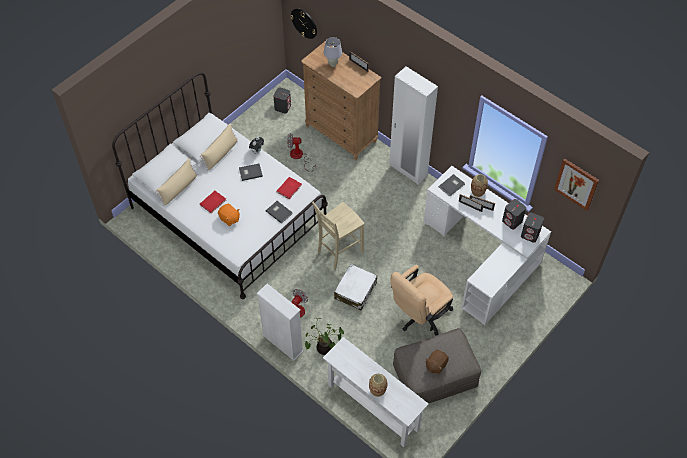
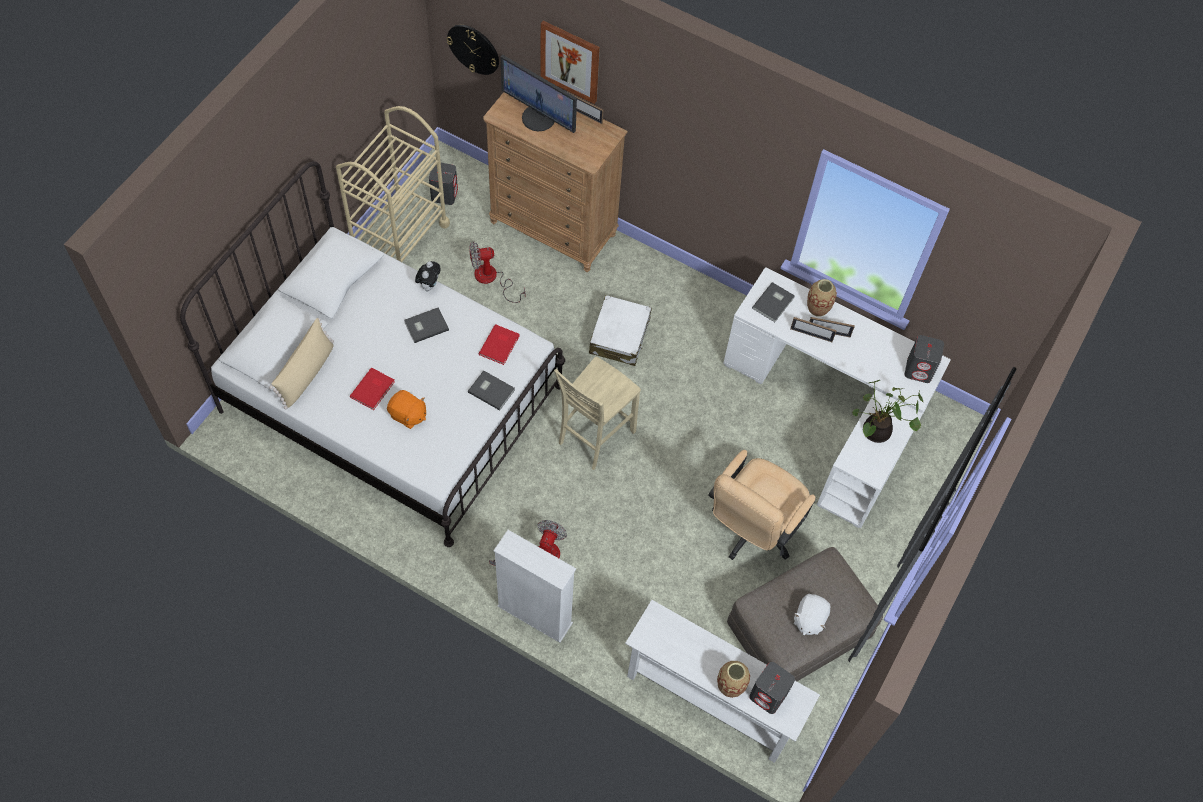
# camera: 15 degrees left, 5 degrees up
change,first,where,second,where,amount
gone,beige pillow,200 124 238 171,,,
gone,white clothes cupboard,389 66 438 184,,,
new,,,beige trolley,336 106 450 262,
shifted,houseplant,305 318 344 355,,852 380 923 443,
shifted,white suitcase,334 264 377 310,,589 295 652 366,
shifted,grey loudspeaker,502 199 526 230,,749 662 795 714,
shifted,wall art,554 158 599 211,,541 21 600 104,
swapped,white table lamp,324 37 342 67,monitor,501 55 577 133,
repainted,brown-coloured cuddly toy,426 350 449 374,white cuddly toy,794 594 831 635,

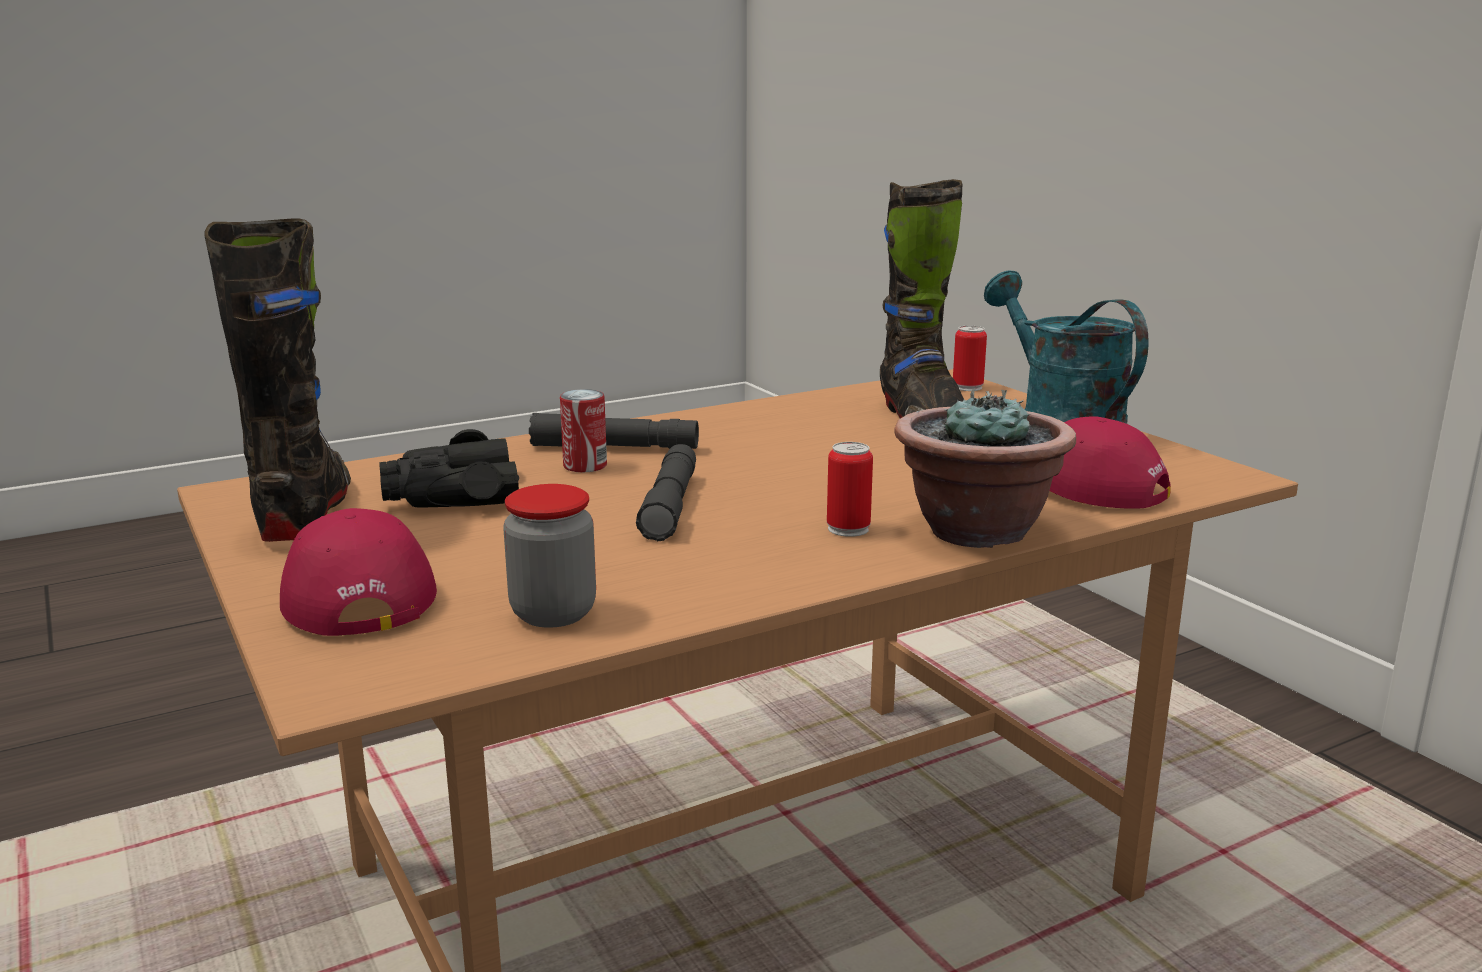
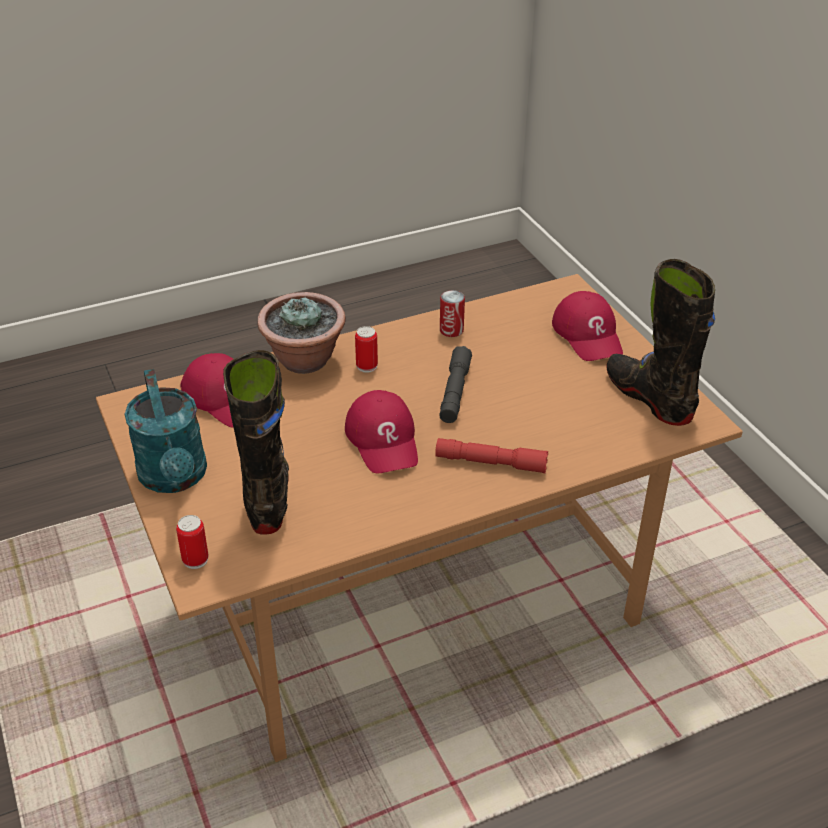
# camera: 175 degrees left, 20 degrees up
change,first,where,second,where,amount
gone,black-coloured field glasses,380 429 519 508,,,
gone,storage jar,503 484 596 628,,,
new,,,red-coloured peaked cap,345 390 418 473,
shifted,can,560 389 607 473,,440 290 465 337,
repainted,grey hand torch,529 413 699 449,red-coloured hand torch,435 438 548 473,
rotated,black-coloured tall boot,204 218 351 542,,607 259 715 426,150 degrees clockwise

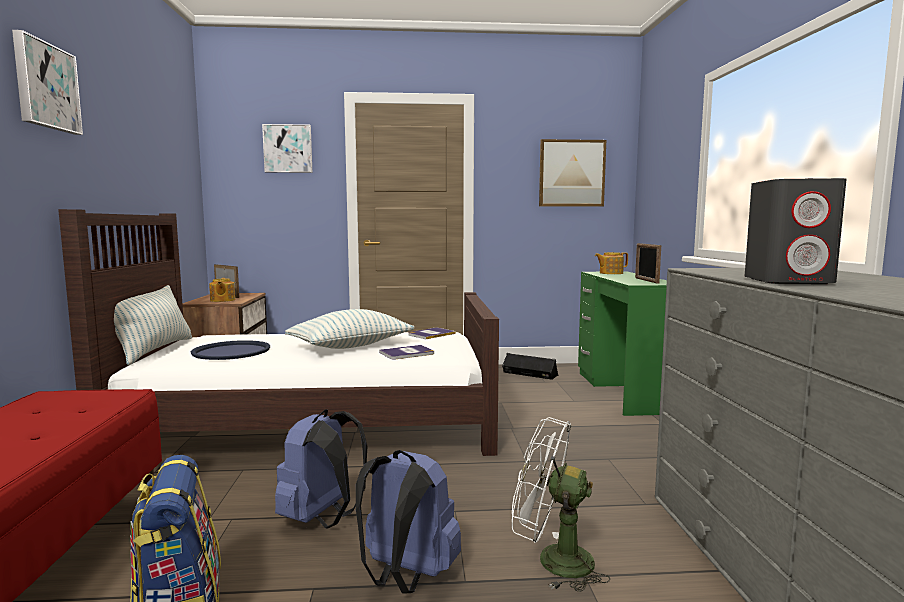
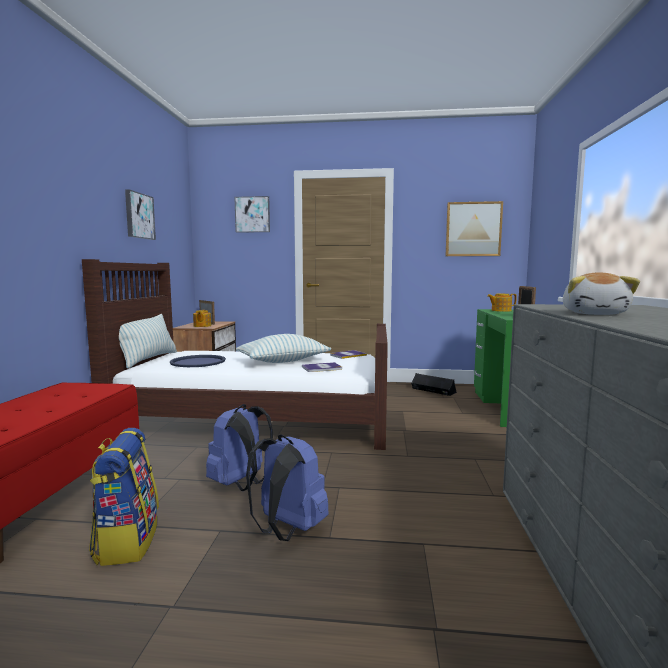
# camera: 10 degrees right, 0 degrees up
change,first,where,second,where,amount
gone,white cooling fan,512 417 610 592,,,
shifted,wall art,12 30 83 135,,125 189 156 240,
swapped,grey loudspeaker,745 178 847 284,cuddly toy,563 272 640 315,

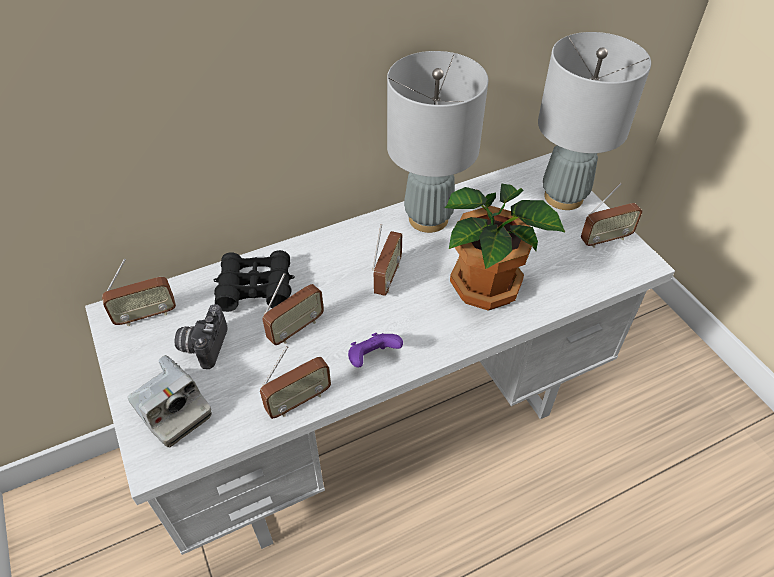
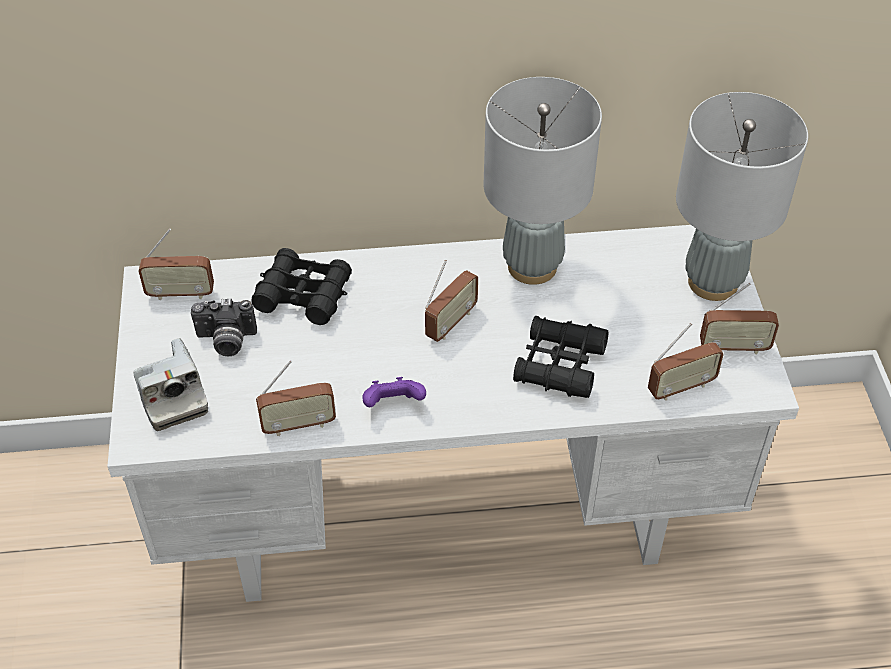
# camera: 20 degrees right, 0 degrees up
change,first,where,second,where,amount
shifted,radio set,262 273 324 345,,648 323 724 401,
swapped,houseplant,445 183 566 311,black-coloured field glasses,513 316 608 398,
rotated,photo camera,174 304 228 369,,191 298 257 357,120 degrees counterclockwise

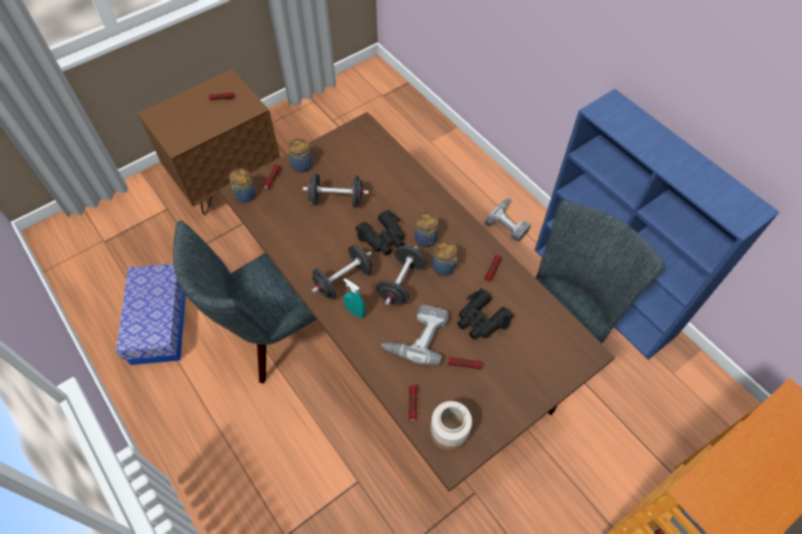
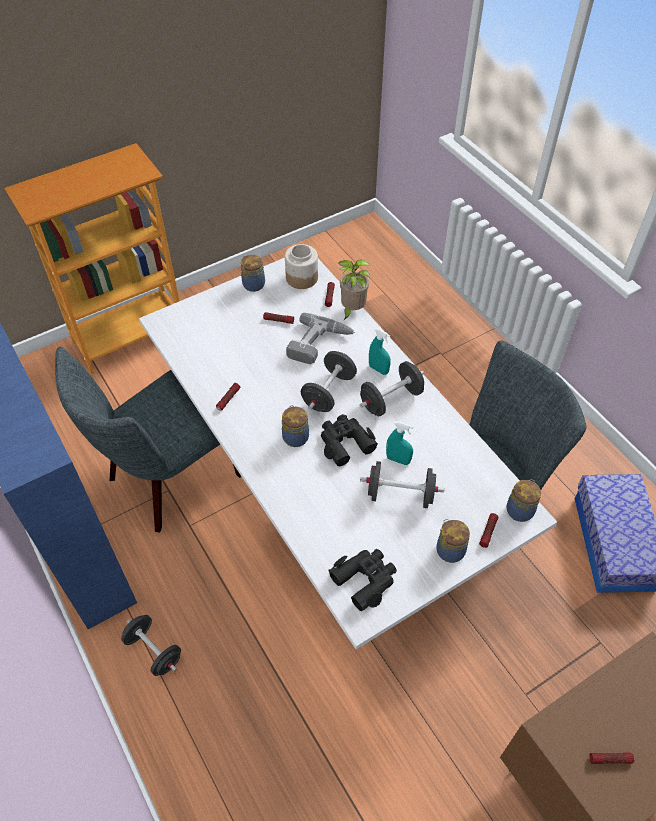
# camera: 175 degrees left, 5 degrees down
change,first,where,second,where,amount
new,,,houseplant,338 260 370 320,
new,,,turquoise spray bottle,386 421 413 465,
shifted,storage jar,432 241 457 276,,241 255 265 292,
shifted,black-coloured field glasses,457 288 514 340,,328 549 397 611,
swapped,power drill,485 198 530 242,black-coloured hand weight,121 615 181 676,
repainted,brown-coloured dinner table,219 112 615 492,white dinner table,139 258 557 649,

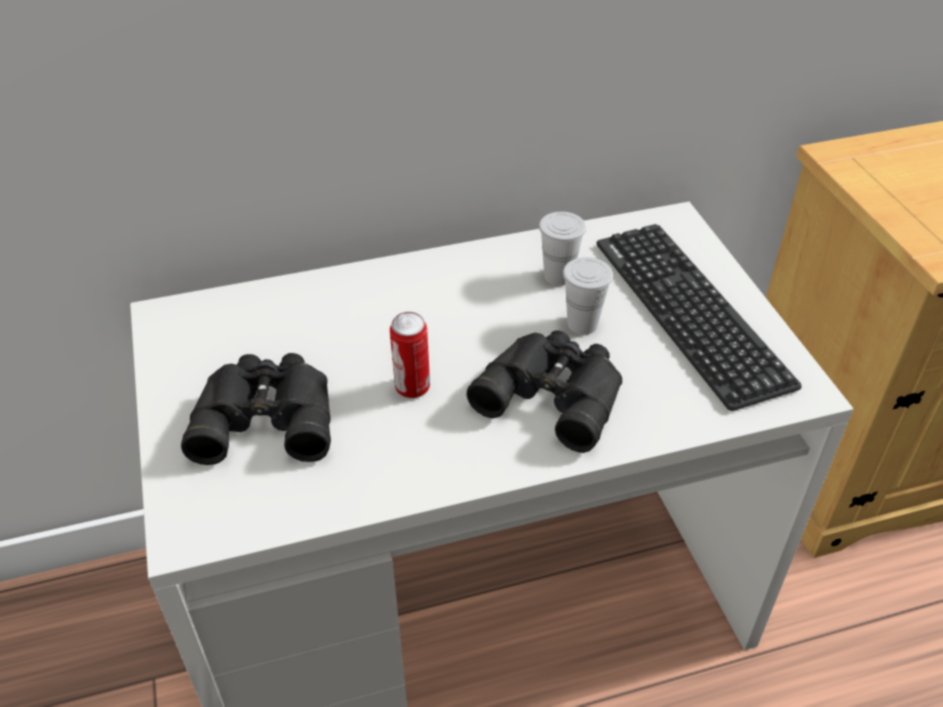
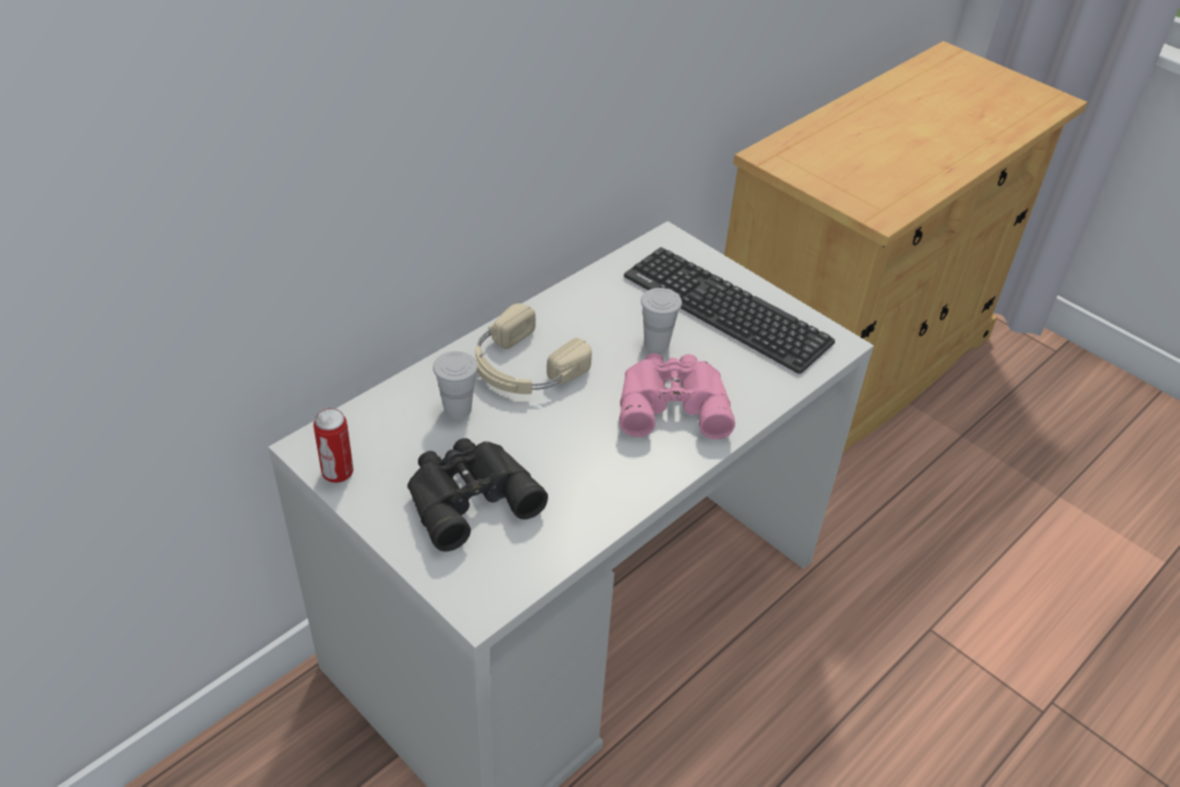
# camera: 30 degrees left, 0 degrees up
change,first,where,second,where,amount
new,,,beige headphones,475 303 592 394,
shifted,can,390 312 430 398,,313 408 353 483,
shifted,white drinking cup,539 212 586 286,,433 351 478 419,
repainted,black-coloured field glasses,467 330 622 453,pink-coloured field glasses,619 353 735 439,

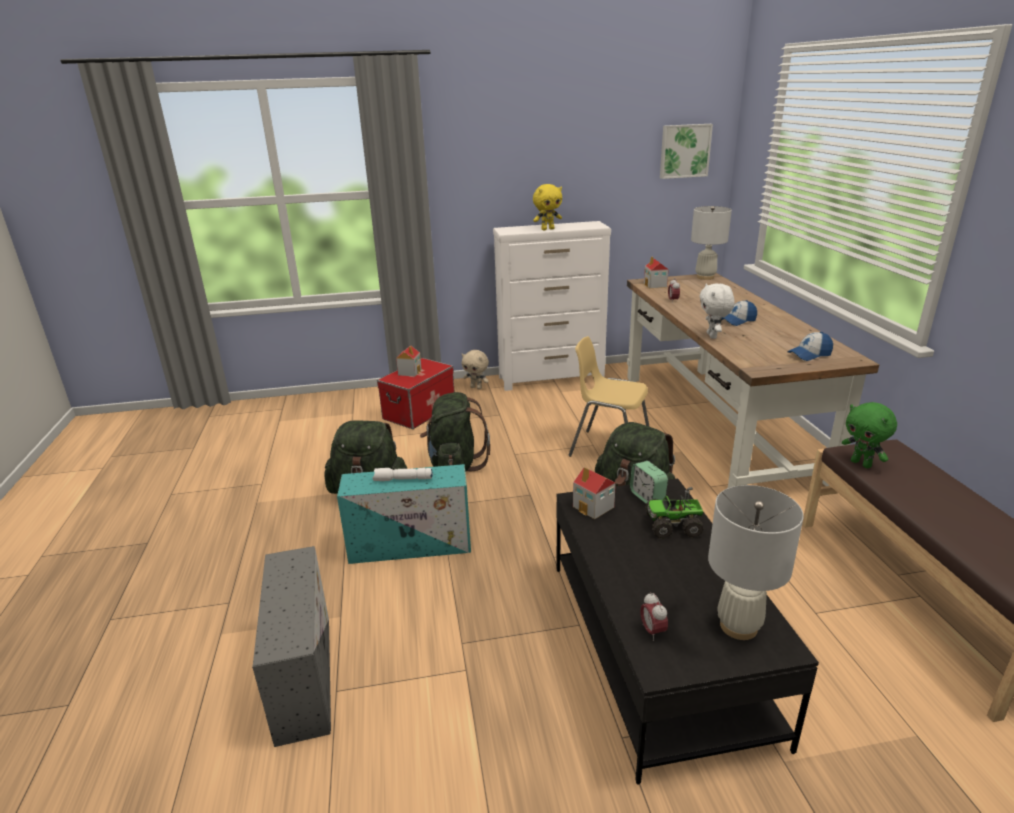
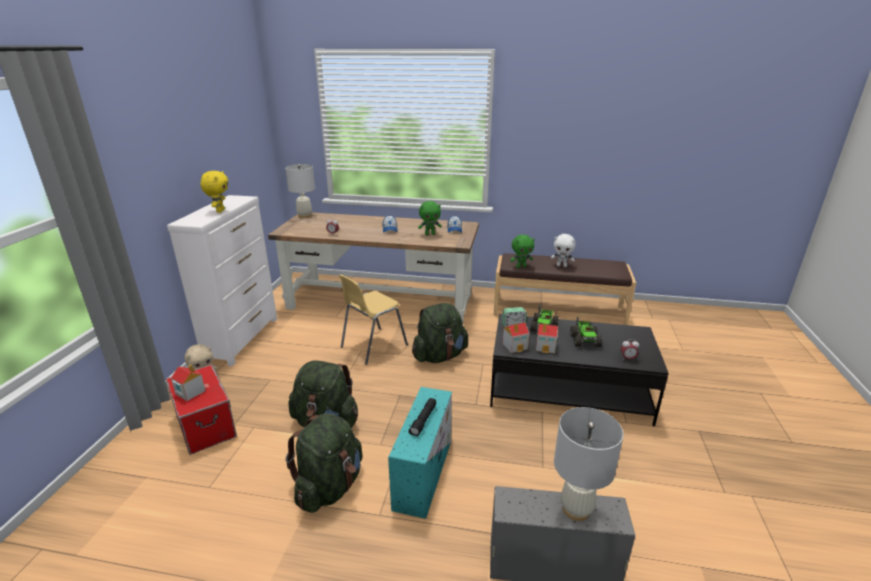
# camera: 70 degrees left, 0 degrees up
change,first,where,second,where,amount
gone,wall art,660 124 713 179,,,
new,,,green cuddly toy,418 201 442 235,
new,,,toy lorry,570 316 603 347,
shifted,model house,644 256 669 288,,536 323 558 353,
shifted,white cuddly toy,699 283 735 339,,551 234 576 267,
shifted,white table lamp,708 485 804 640,,554 407 624 521,
repainted,white hand torch,373 468 433 481,black-coloured hand torch,408 398 436 436,

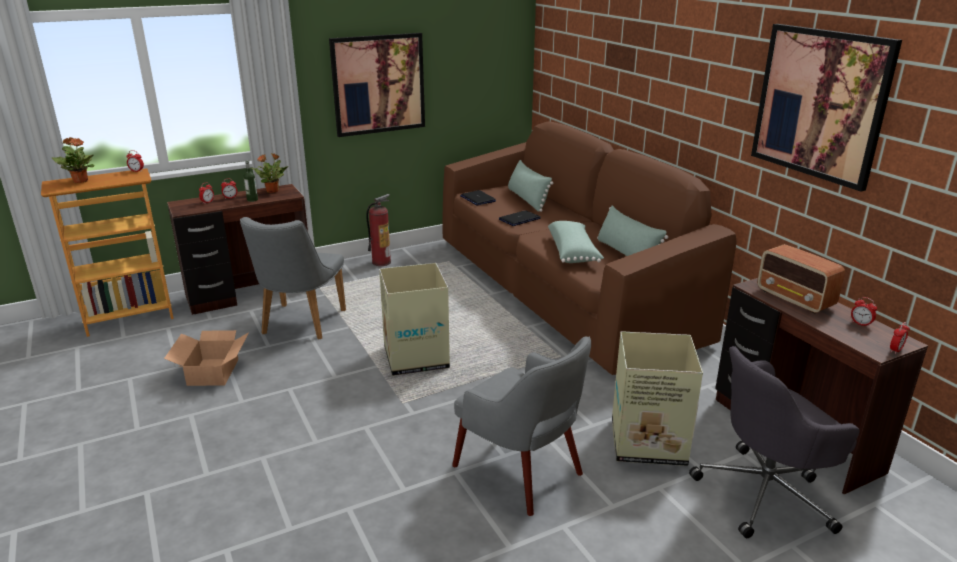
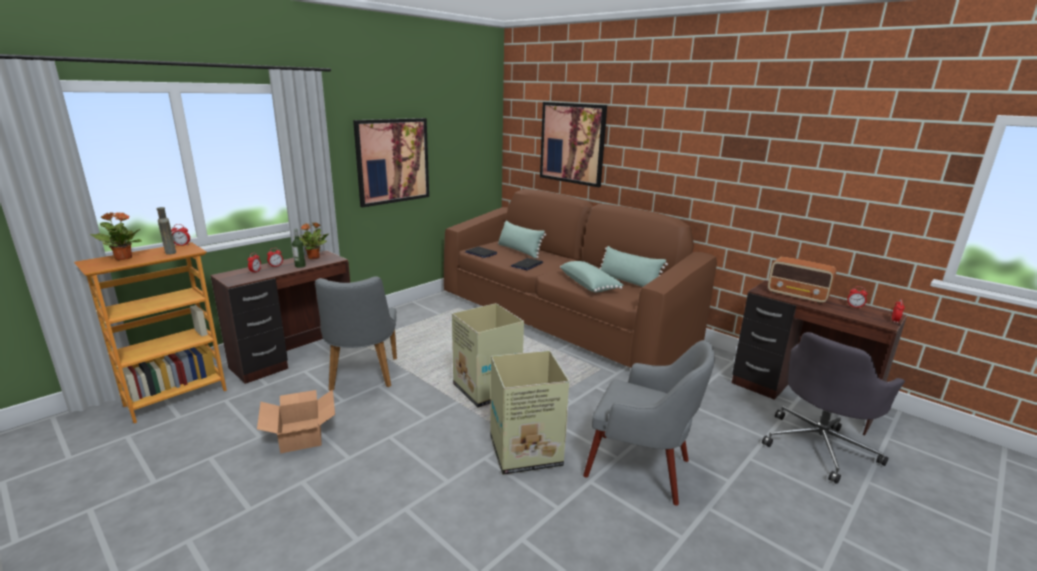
# camera: 20 degrees left, 5 degrees down
change,first,where,second,where,amount
gone,fire-fighting cylinder,366 194 391 266,,,
new,,,brown-coloured bottle,157 207 176 255,
shifted,packing box,612 331 703 466,,490 350 569 475,
shifted,wall art,751 24 902 191,,540 102 607 187,

